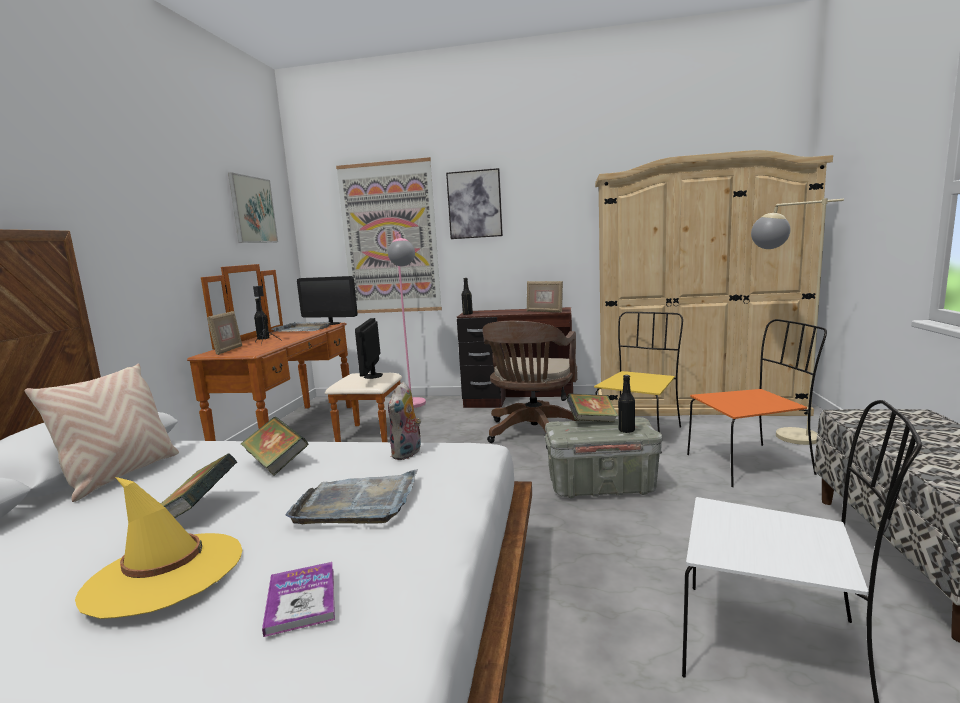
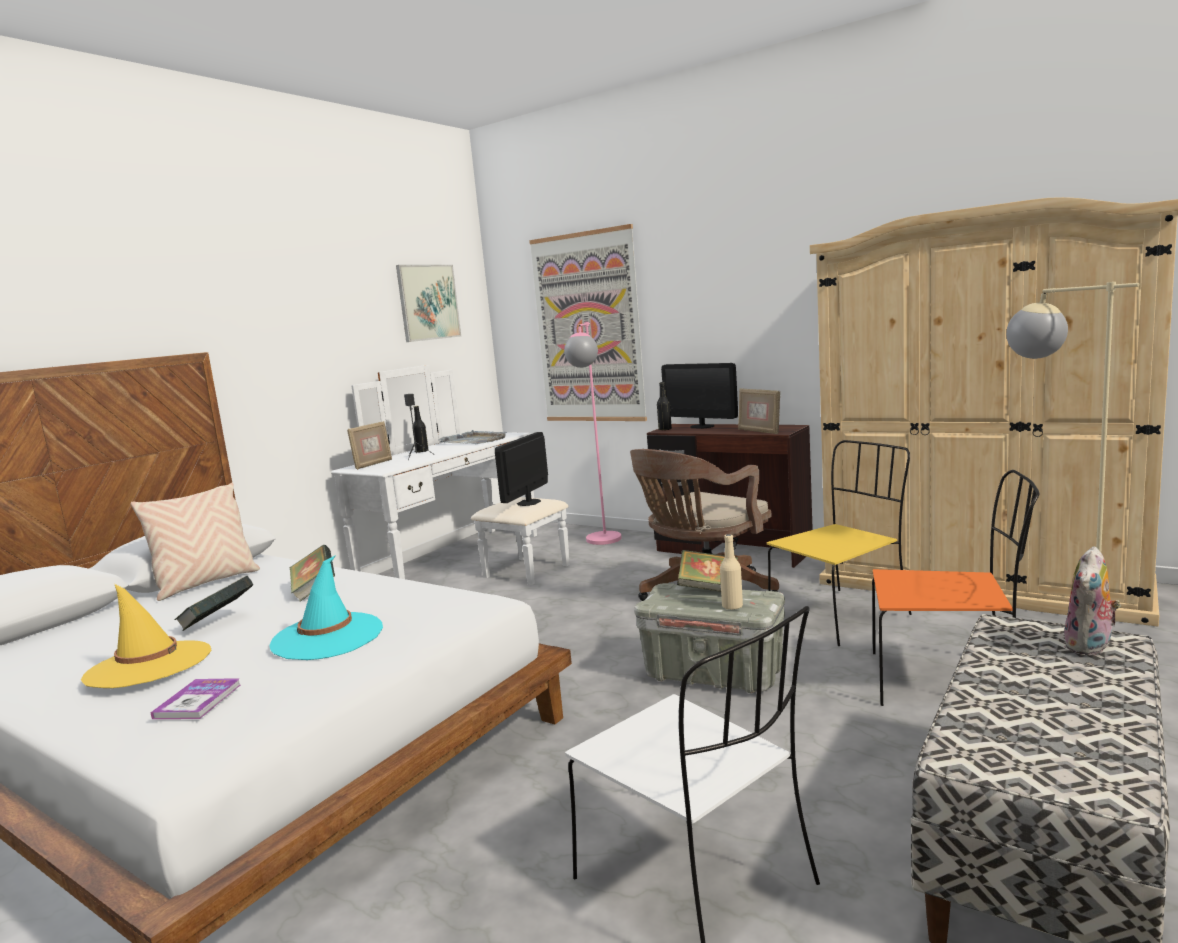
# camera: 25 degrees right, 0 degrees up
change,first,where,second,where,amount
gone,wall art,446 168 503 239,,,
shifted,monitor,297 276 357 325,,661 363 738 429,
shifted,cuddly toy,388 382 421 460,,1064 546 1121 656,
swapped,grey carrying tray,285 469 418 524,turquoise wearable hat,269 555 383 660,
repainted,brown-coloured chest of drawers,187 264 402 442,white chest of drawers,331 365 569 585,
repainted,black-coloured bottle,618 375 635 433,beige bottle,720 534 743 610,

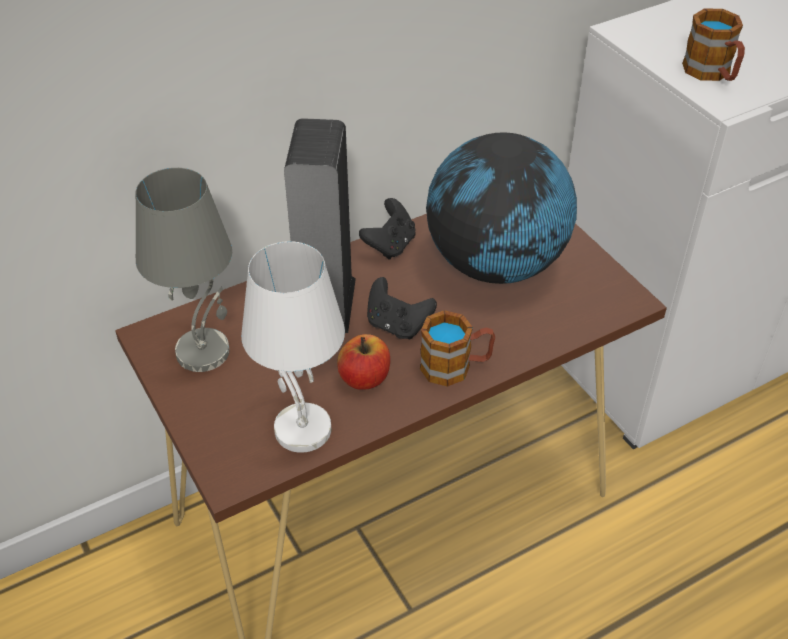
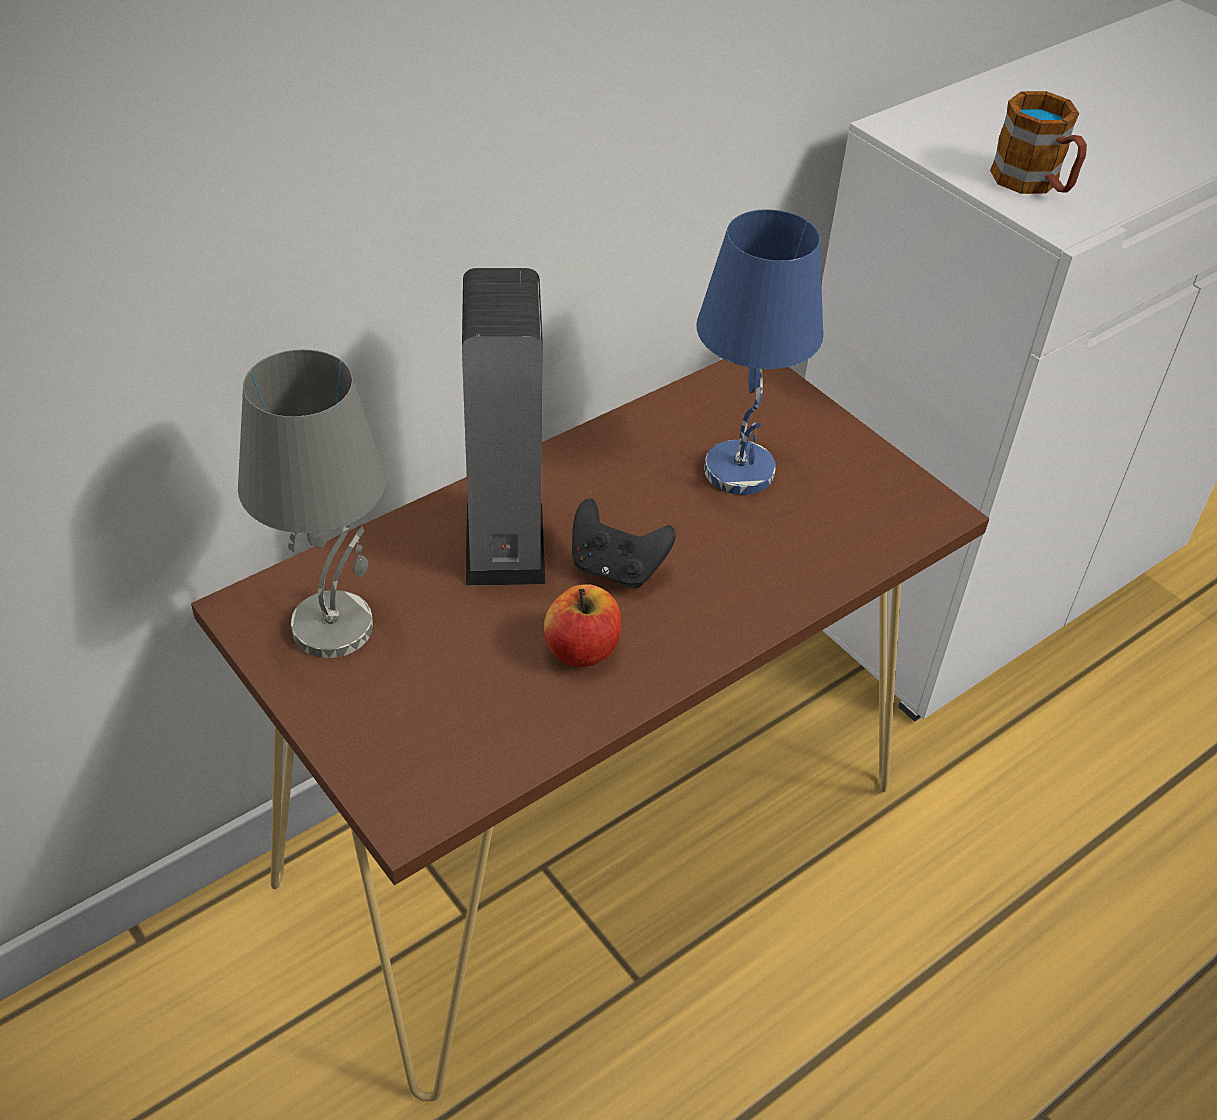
# camera: 10 degrees left, 0 degrees up
change,first,where,second,where,amount
gone,white table lamp,241 241 345 453,,,
gone,black-coloured joypad,359 198 416 260,,,
gone,mug,420 310 495 387,,,
swapped,globe,426 132 577 284,bluish table lamp,696 209 823 495,

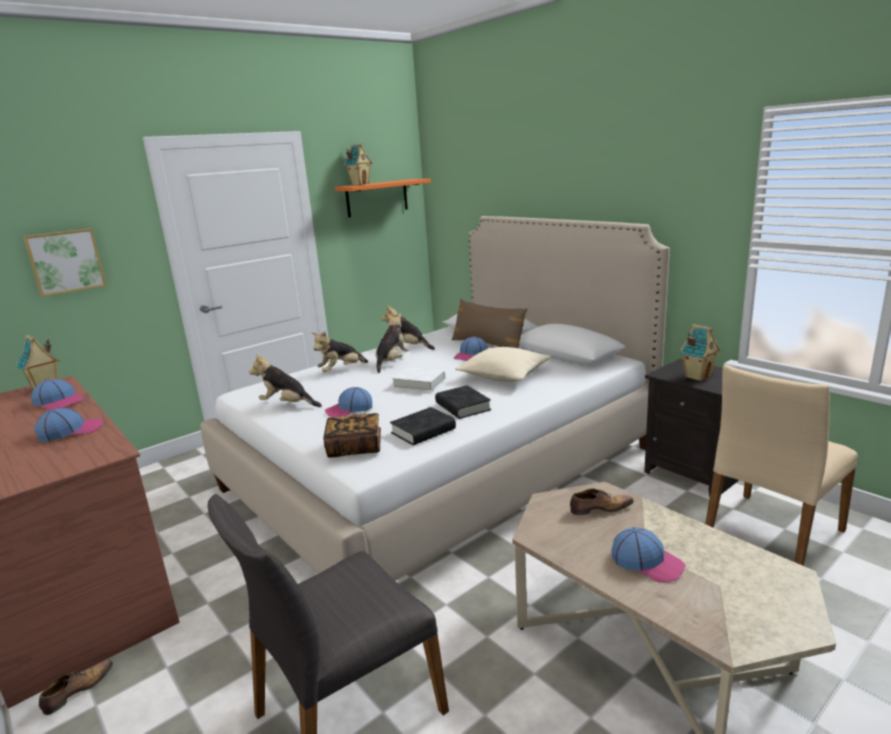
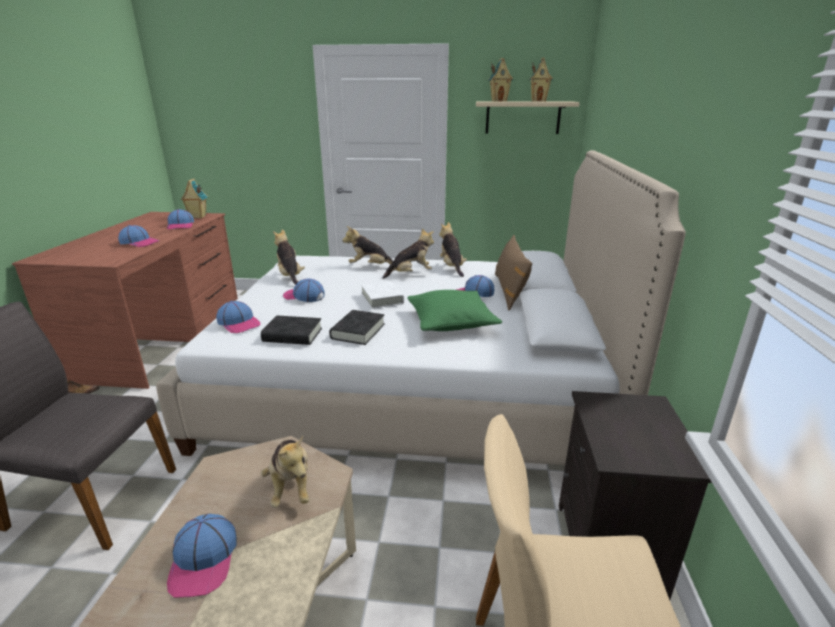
# camera: 45 degrees right, 5 degrees up
change,first,where,second,where,amount
gone,wall art,23 228 107 297,,,
shifted,model house,680 324 721 381,,529 57 553 102,
swapped,book,323 413 381 458,peaked cap,216 301 261 333,
swapped,shoe,570 488 634 515,cuddly toy,261 436 309 508,
repainted,orange-coloured shelf,335 179 431 217,beige shelf,476 102 580 134,
repainted,beige pillow,455 347 552 382,green pillow,407 290 502 331,

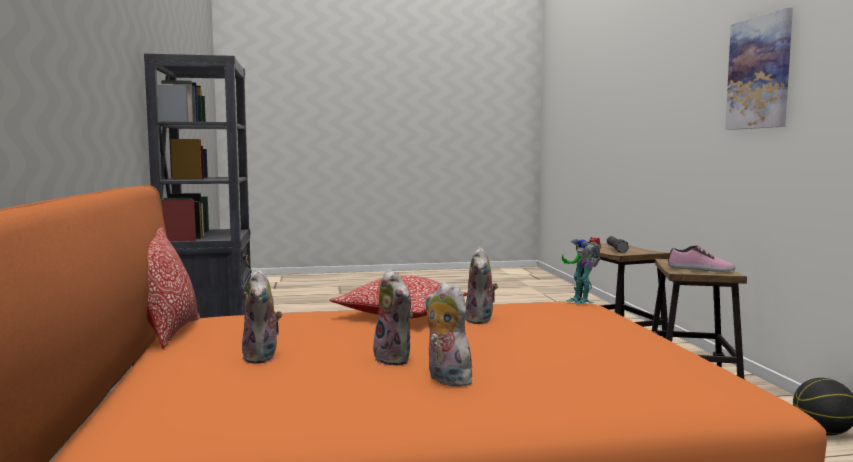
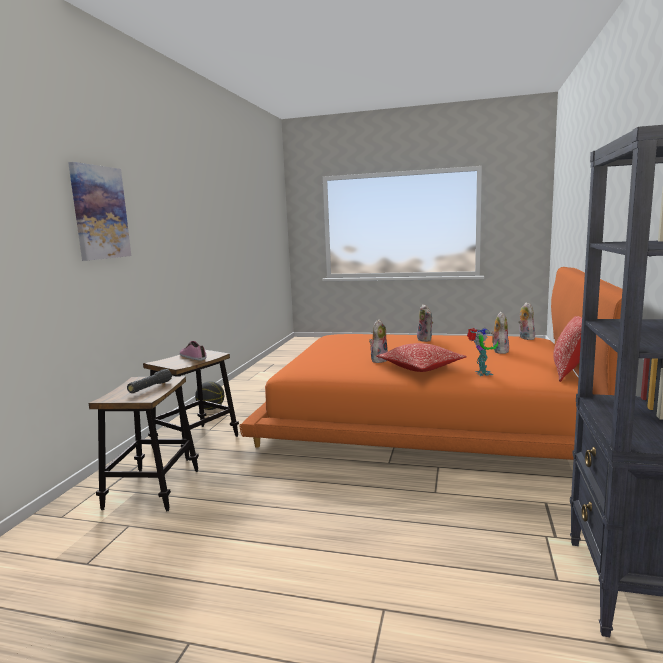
# camera: 155 degrees left, 5 degrees up
change,first,where,second,where,amount
shifted,cuddly toy,373 269 413 365,,518 302 535 340,
shifted,robot figure,562 237 601 304,,467 328 498 376,

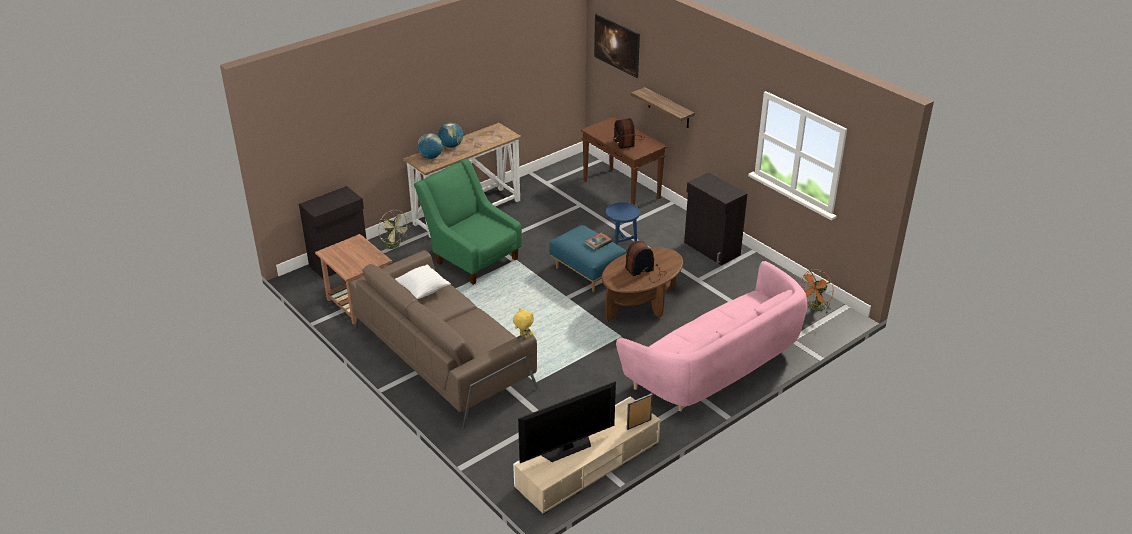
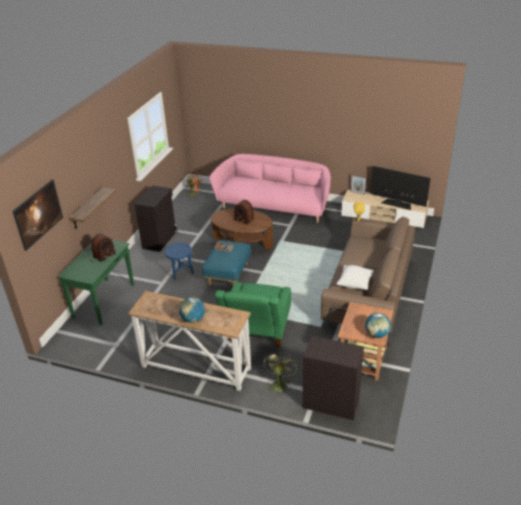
# camera: 120 degrees left, 0 degrees up
change,first,where,second,where,amount
shifted,globe,417 133 443 159,,365 313 391 338,
repainted,brown-coloured narrow table,581 117 667 205,green narrow table,57 240 134 325,

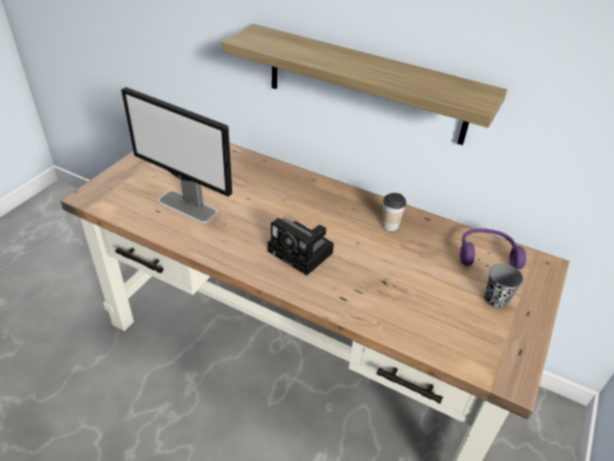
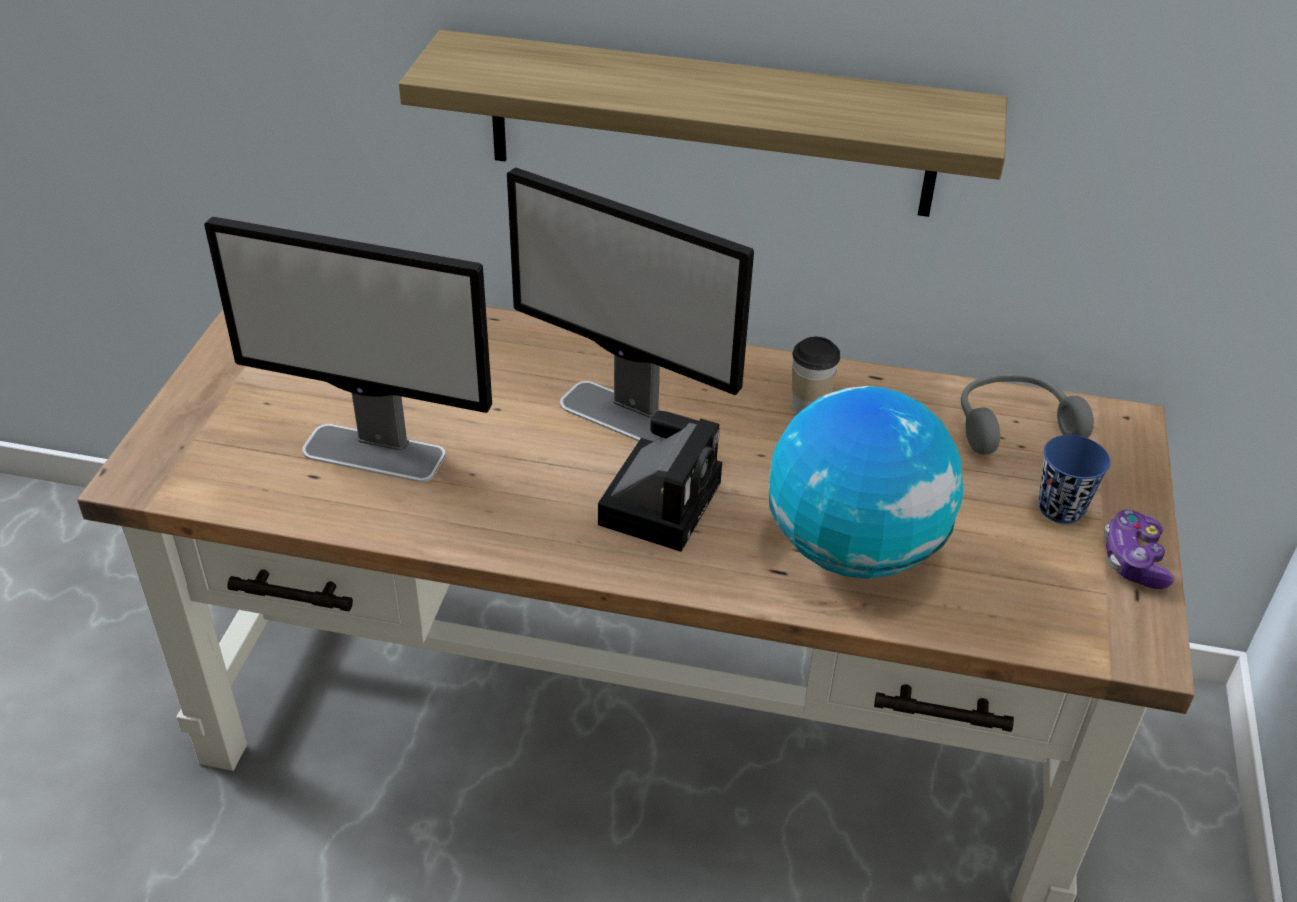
# camera: 15 degrees left, 0 degrees up
change,first,where,second,where,amount
new,,,monitor,507 167 754 442,
new,,,globe,769 386 963 579,
new,,,joypad,1103 510 1175 589,
repainted,purple-coloured headphones,460 228 526 269,grey headphones,961 374 1094 455,
repainted,grey drinking cup,485 264 523 308,bluish drinking cup,1038 435 1111 524,
rotated,photo camera,268 218 334 276,,598 411 722 552,90 degrees counterclockwise

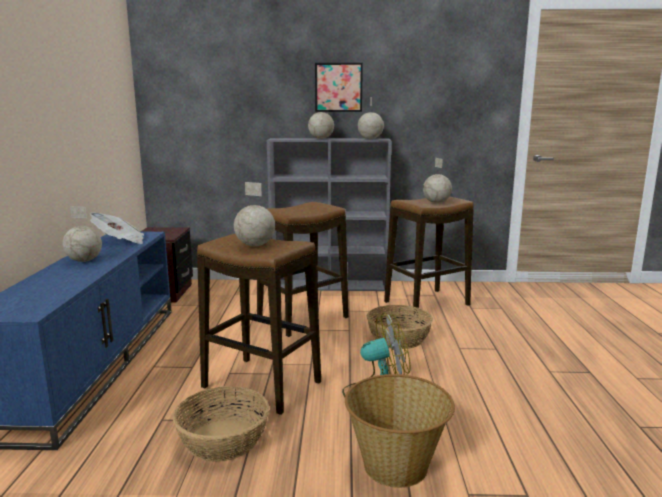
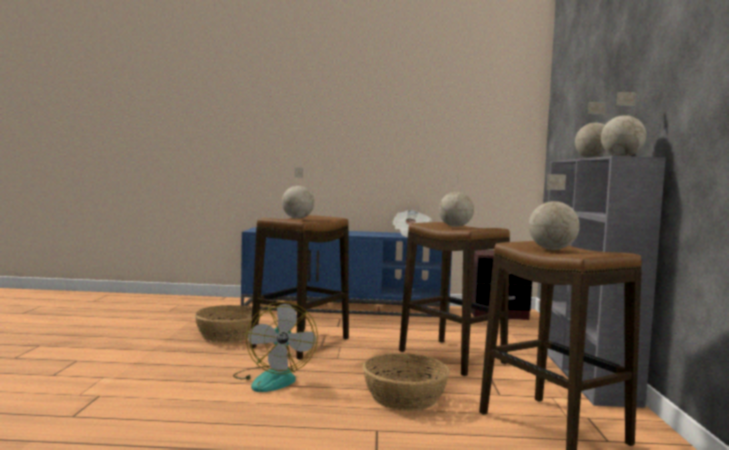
# camera: 90 degrees right, 10 degrees down
change,first,where,second,where,amount
gone,wall art,315 63 363 112,,,
gone,household basket,345 374 455 488,,,
shifted,globe,62 206 102 262,,439 178 474 227,

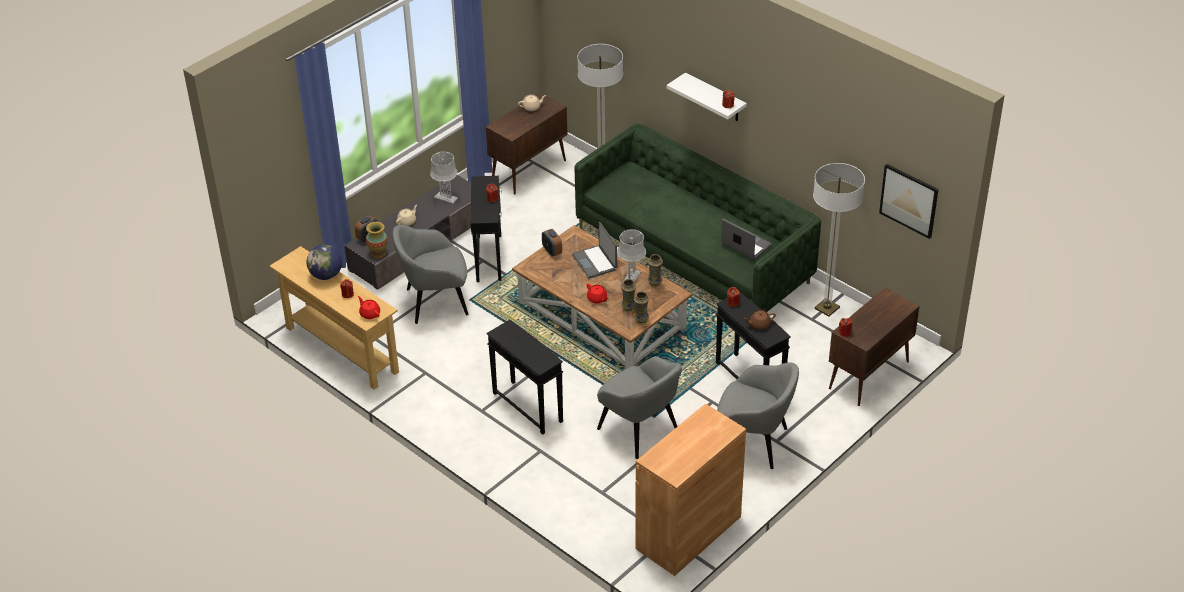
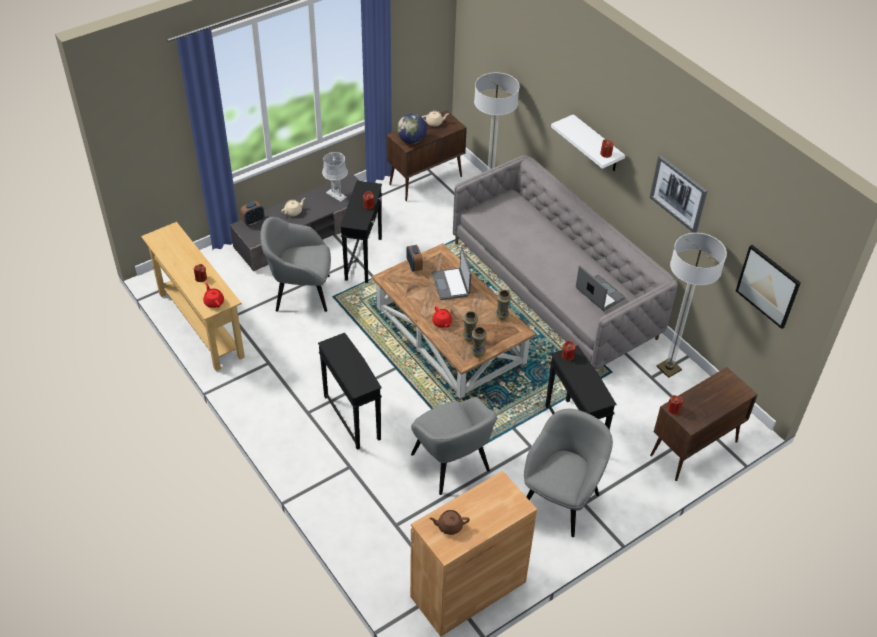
# camera: 10 degrees right, 5 degrees up
change,first,where,second,where,amount
gone,decorative vase,366 222 388 258,,,
gone,grey table lamp,617 229 646 283,,,
new,,,wall art,650 155 707 233,
shifted,globe,306 245 342 280,,397 114 427 144,
shifted,brown-coloured pot for tea,743 310 776 330,,429 510 470 535,
repainted,green sofa,574 124 821 312,grey sofa,453 155 678 369,
rotated,grey easy chair,717 362 799 469,,524 409 613 537,90 degrees counterclockwise

